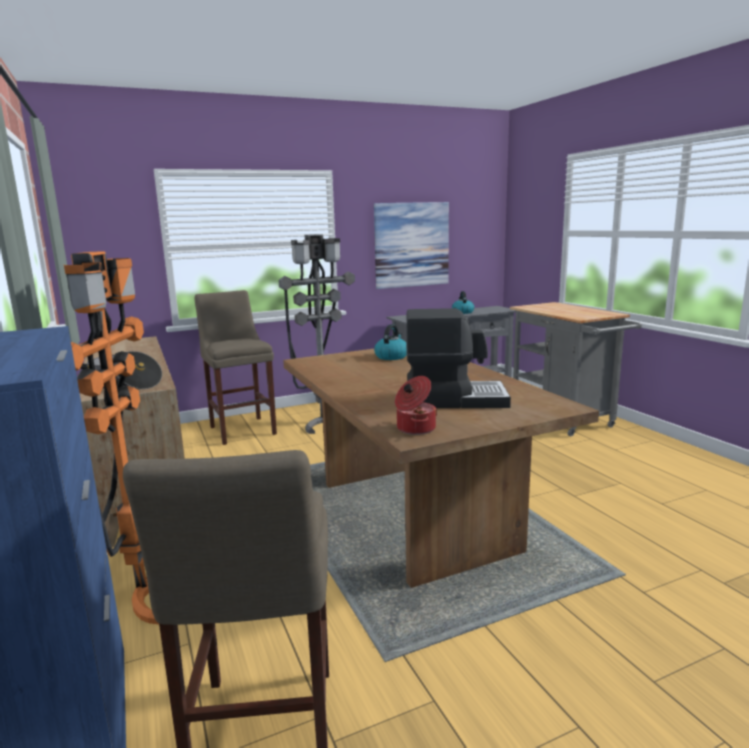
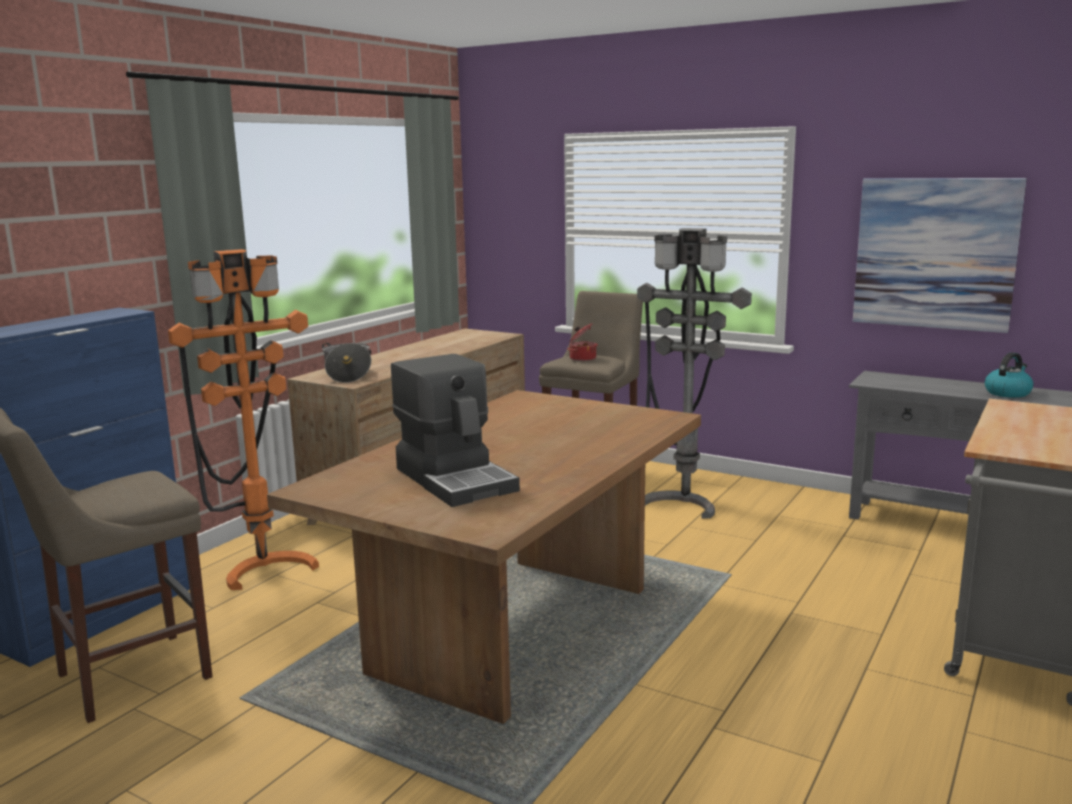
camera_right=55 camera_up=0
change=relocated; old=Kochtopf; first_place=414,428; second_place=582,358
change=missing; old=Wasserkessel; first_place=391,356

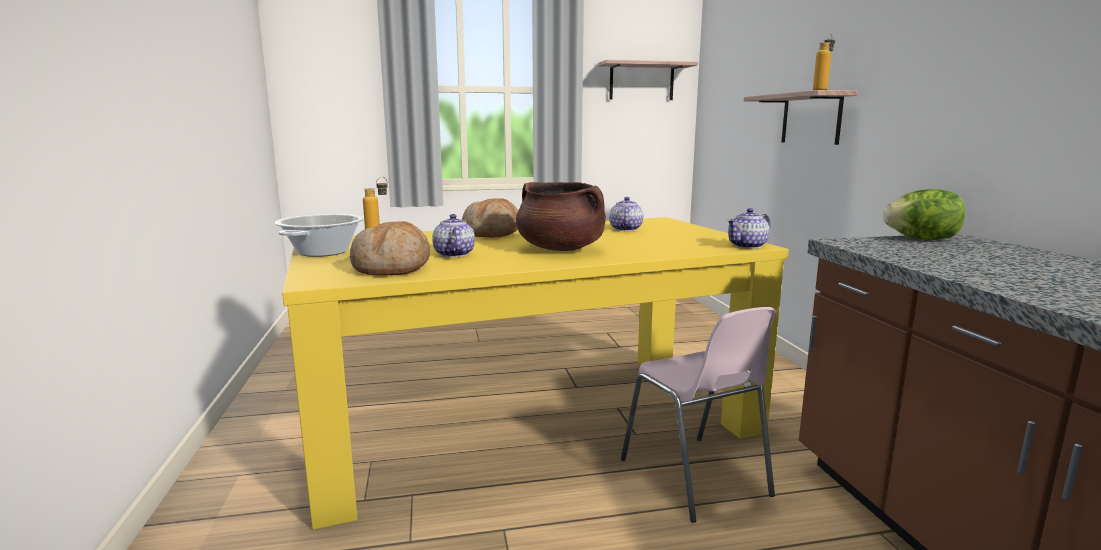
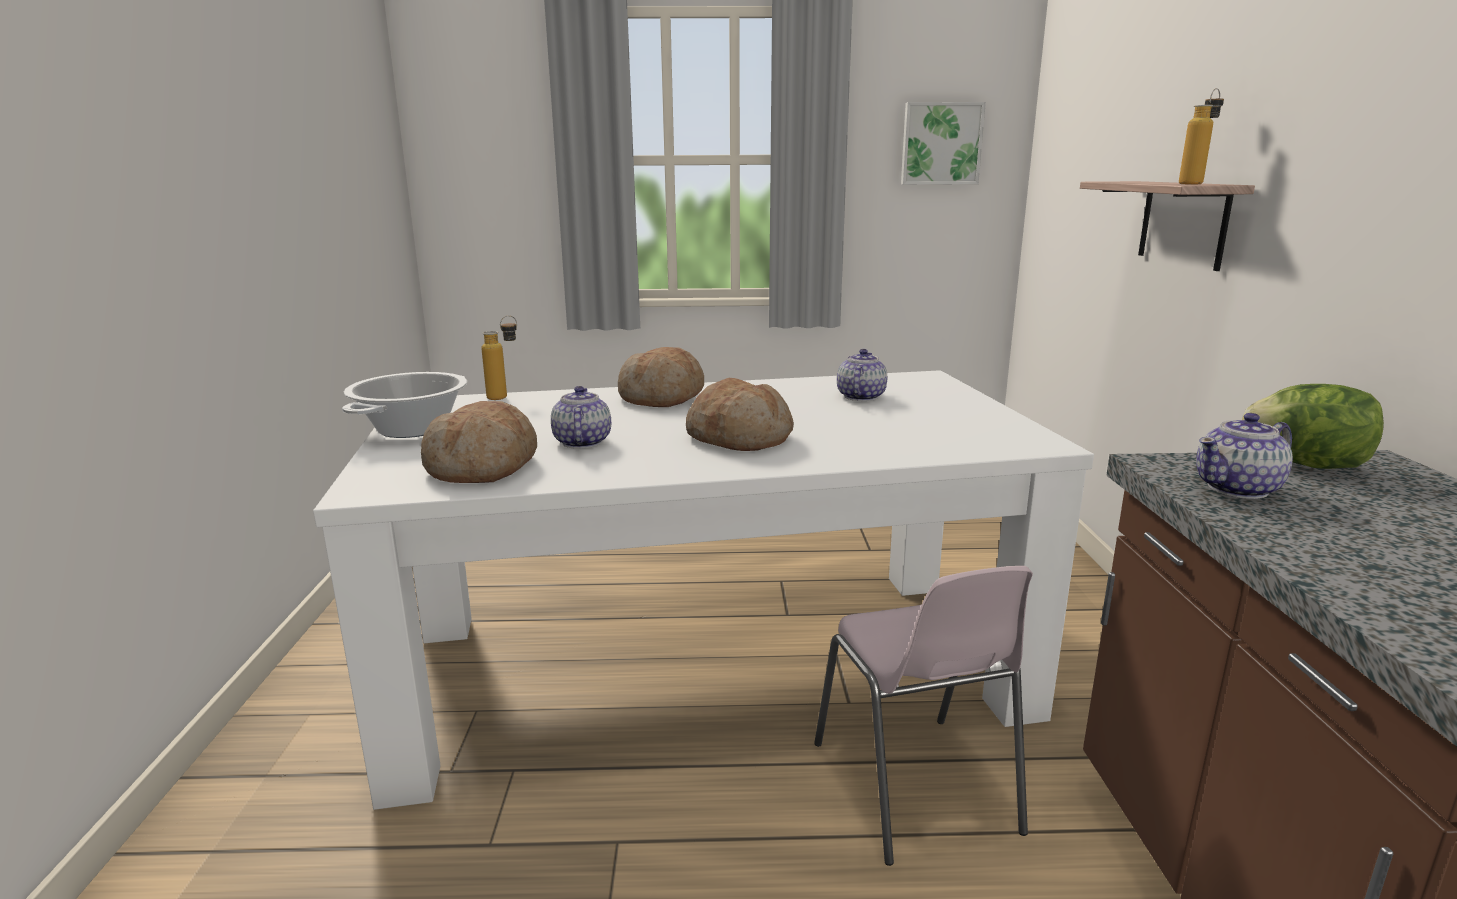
camera_right=10 camera_up=5
change=colour; old=Esstisch [gelb]; new=Esstisch [weiß]; first_place=532,421; second_place=708,667
change=exchanged; old=Kochtopf [braun]; new=Brot; first_place=561,249; second_place=739,438
change=exchanged; old=Wandregal; new=Bild; first_place=641,81; second_place=941,144
change=relocated; old=Teekanne; first_place=748,246; second_place=1238,489

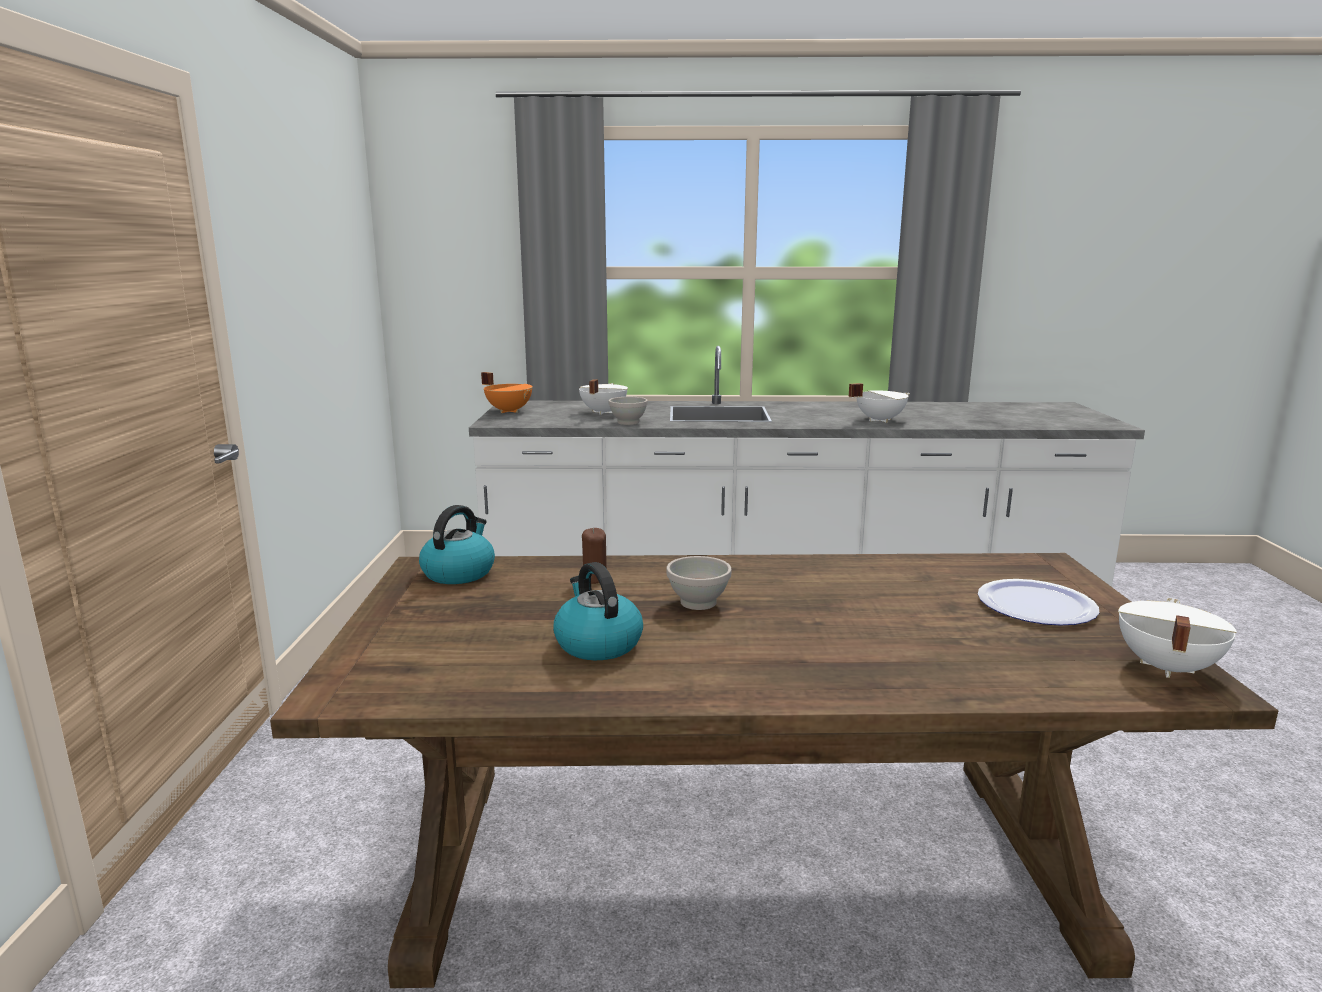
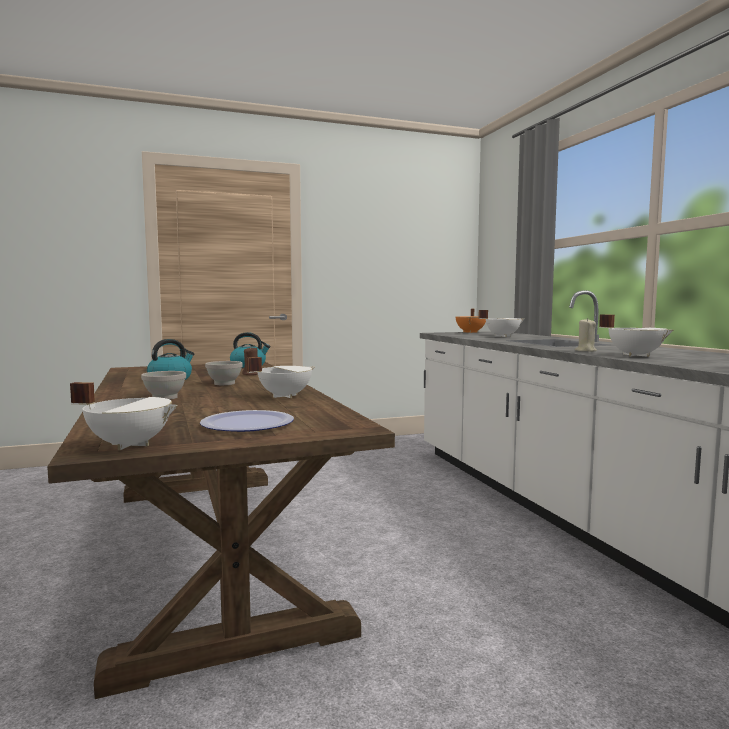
camera_right=70 camera_up=-10
change=relocated; old=Schüssel [weiß]; first_place=627,422; second_place=165,398
change=appeared; new=Kochtopf [weiß]; second_place=284,396
change=appeared; new=Kerze [beige]; second_place=585,351

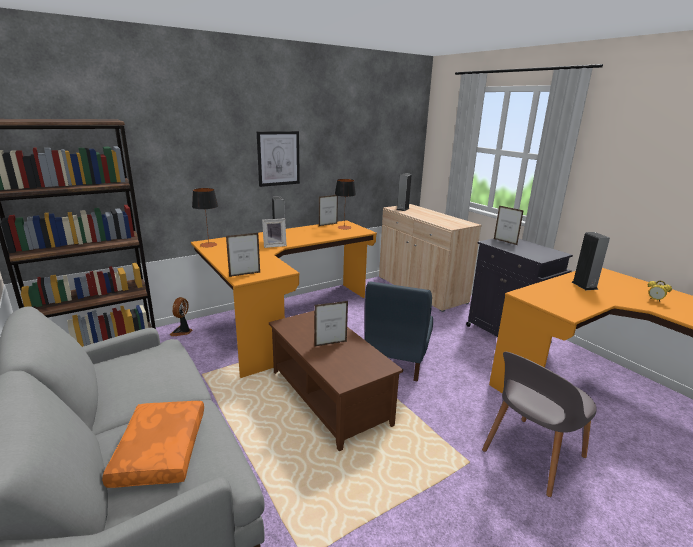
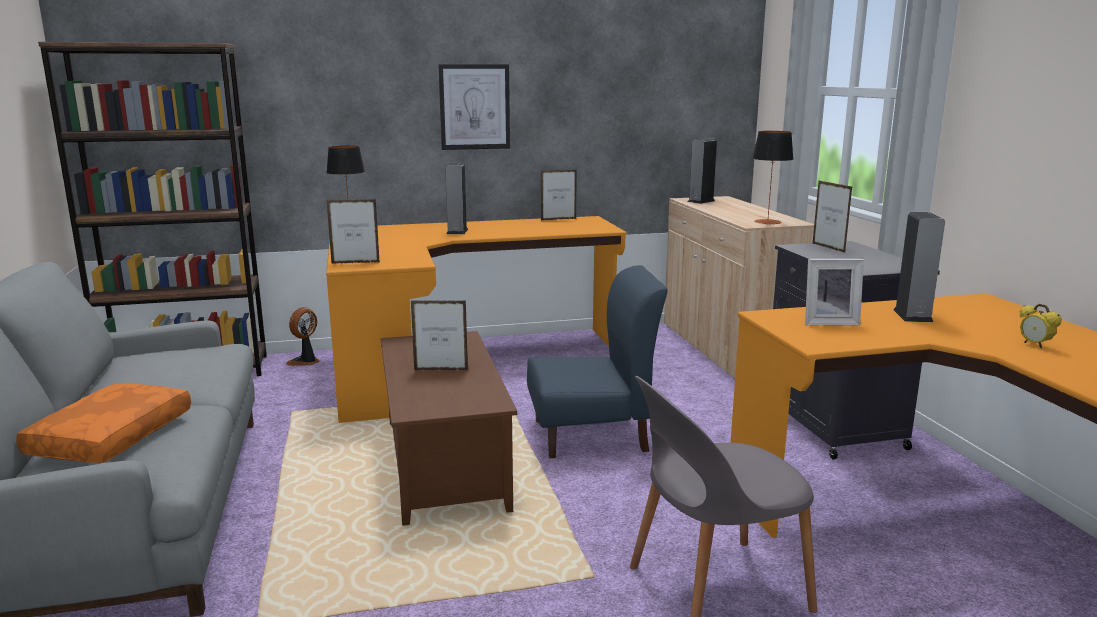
camera_right=20 camera_up=-5
change=spun; old=Stuhl [blau]; first_place=396,361; second_place=591,435; degrees=-135
change=relocated; old=Tischlampe; first_place=344,227; second_place=767,222
change=relocated; old=Bilderrahmen; first_place=274,245; second_place=829,322

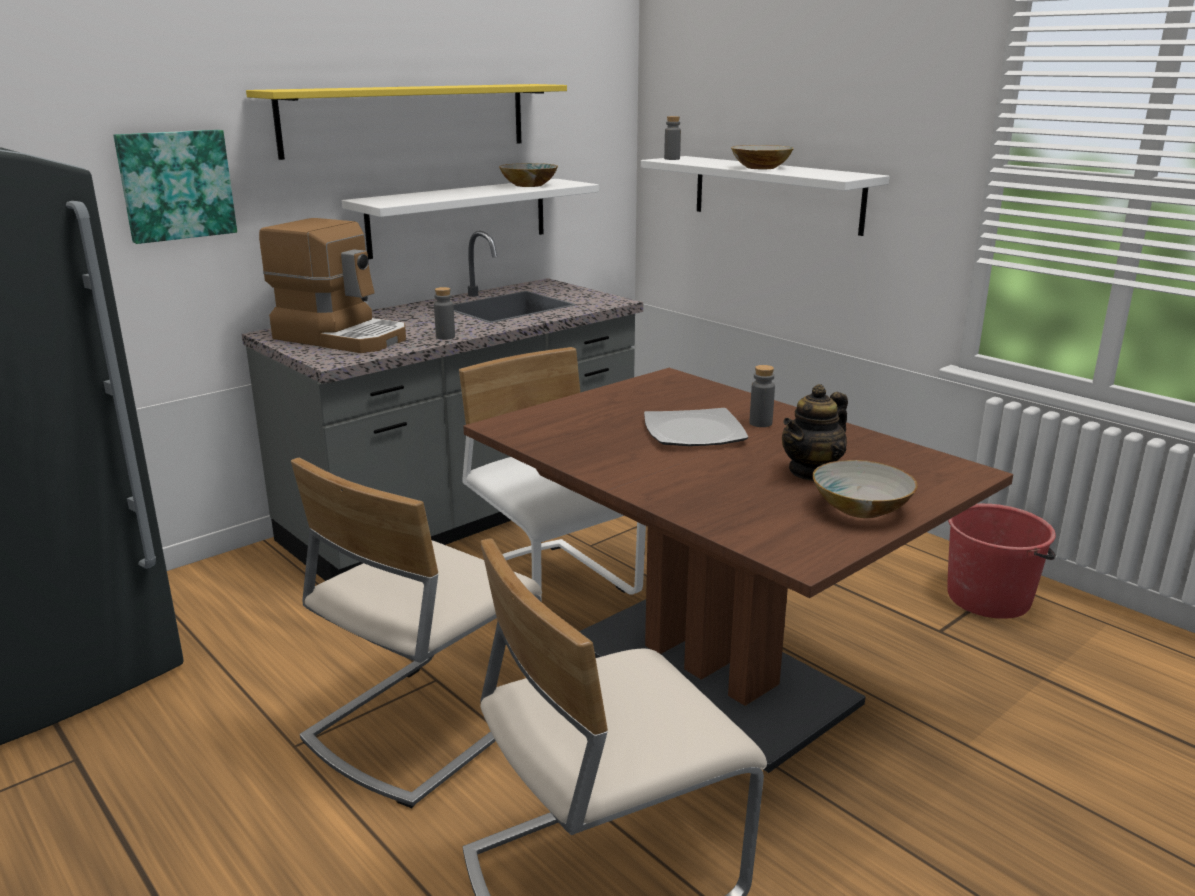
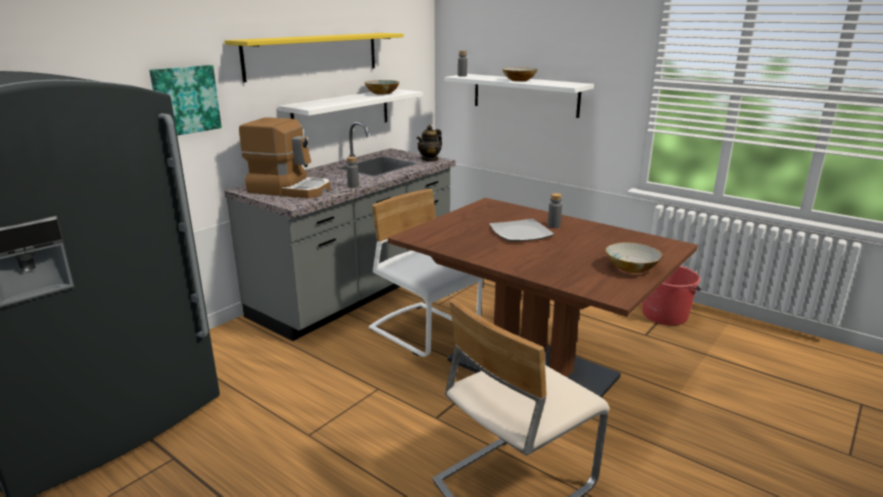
camera_right=-10 camera_up=0
change=relocated; old=Teekanne; first_place=812,472; second_place=430,159
change=missing; old=Stuhl [beige]; first_place=422,723

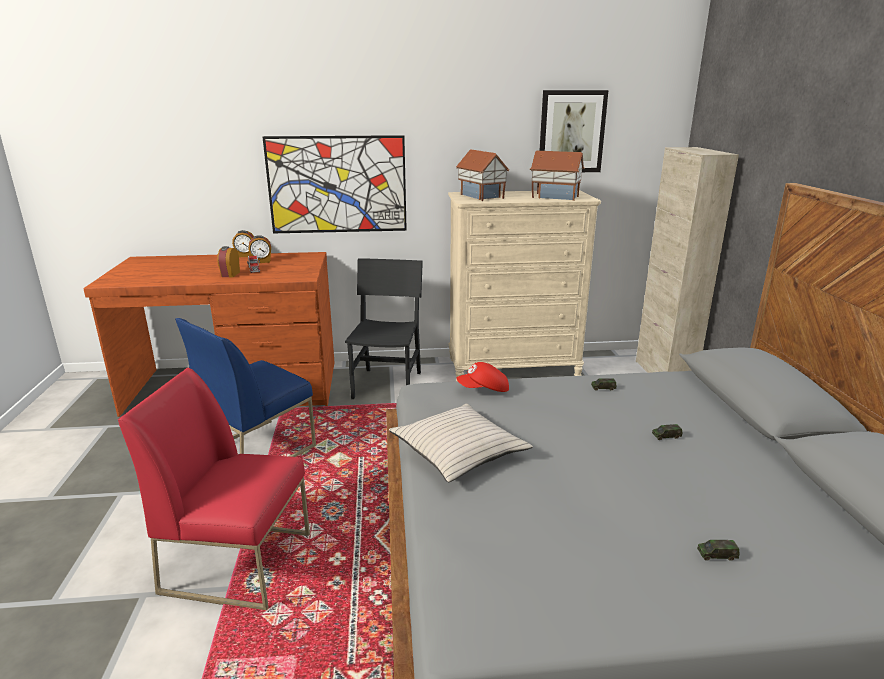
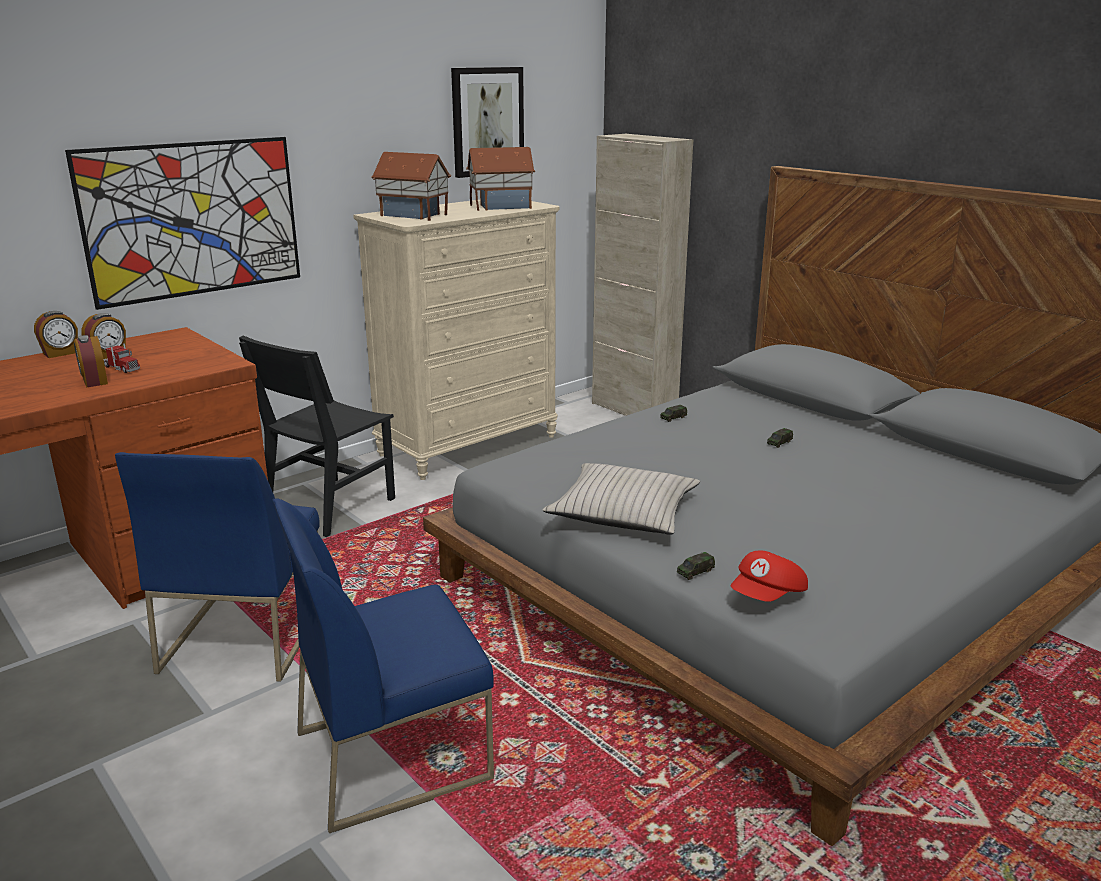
camera_right=-35 camera_up=0
change=spun; old=Stuhl [schwarz]; first_place=387,385; second_place=330,506; degrees=-120
change=colour; old=Stuhl [rot]; new=Stuhl [blau]; first_place=239,562; second_place=393,754
change=relocated; old=Spielzeugauto; first_place=717,555; second_place=695,572
change=relocated; old=Kappe [rot]; first_place=484,390; second_place=768,596

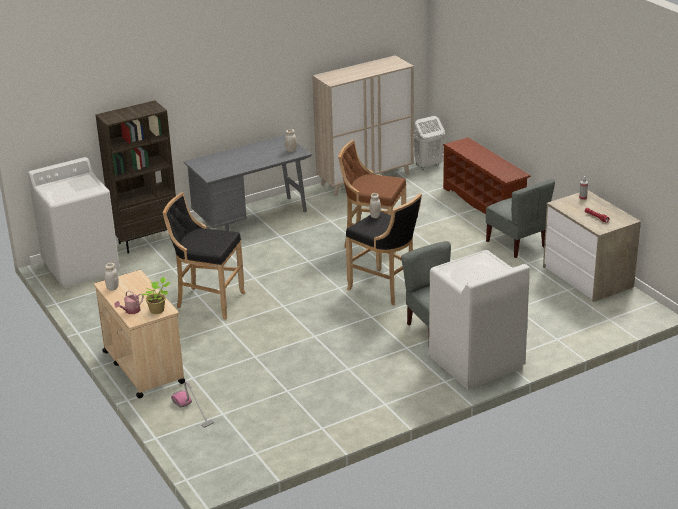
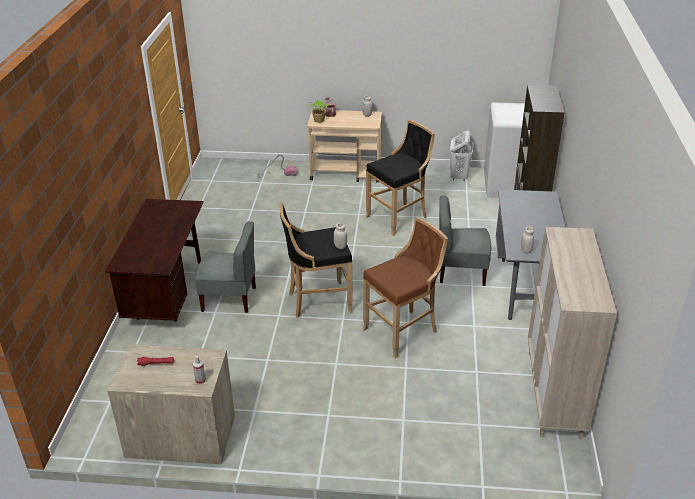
camera_right=125 camera_up=5
change=exchanged; old=Waschmaschine [weiß]; new=Schreibtisch [braun]; first_place=475,363; second_place=167,294
change=relocated; old=Stuhl [grau]; first_place=517,244; second_place=460,272
change=relocated; old=Wäschekorb [weiß]; first_place=428,165; second_place=459,176
change=missing; old=Schuhregal [braun]; first_place=484,204

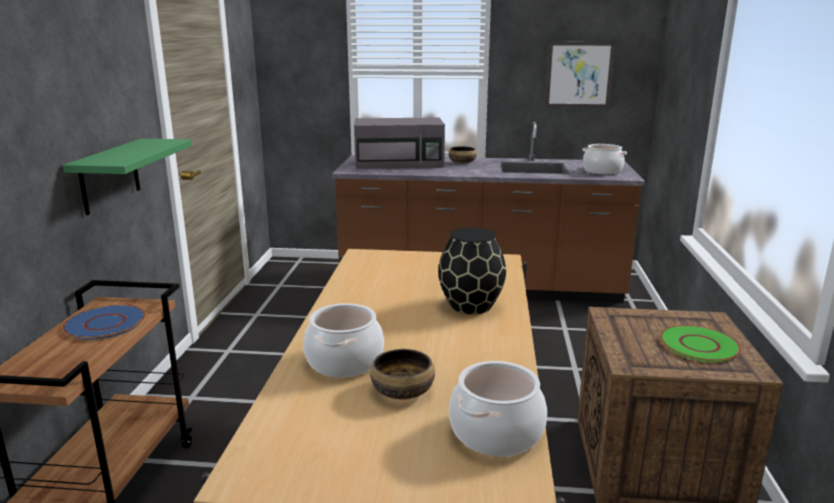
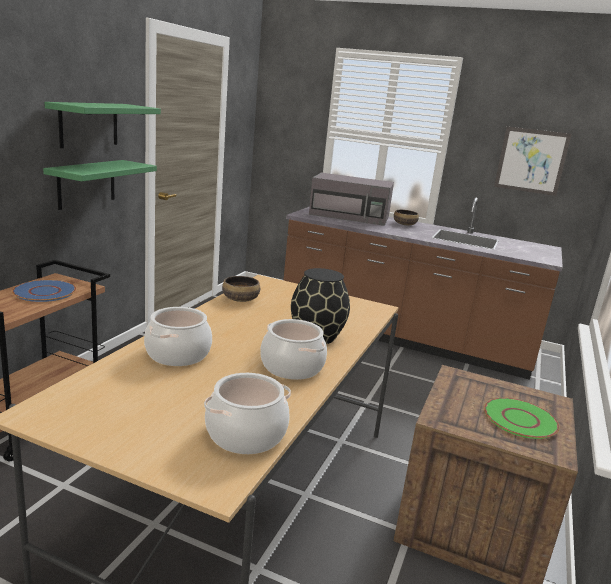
camera_right=15 camera_up=0
change=appeared; new=Wandregal [grün]; second_place=89,124
change=relocated; old=Schüssel; first_place=402,391; second_place=240,299
change=relocated; old=Kochtopf; first_place=602,171; second_place=292,367

